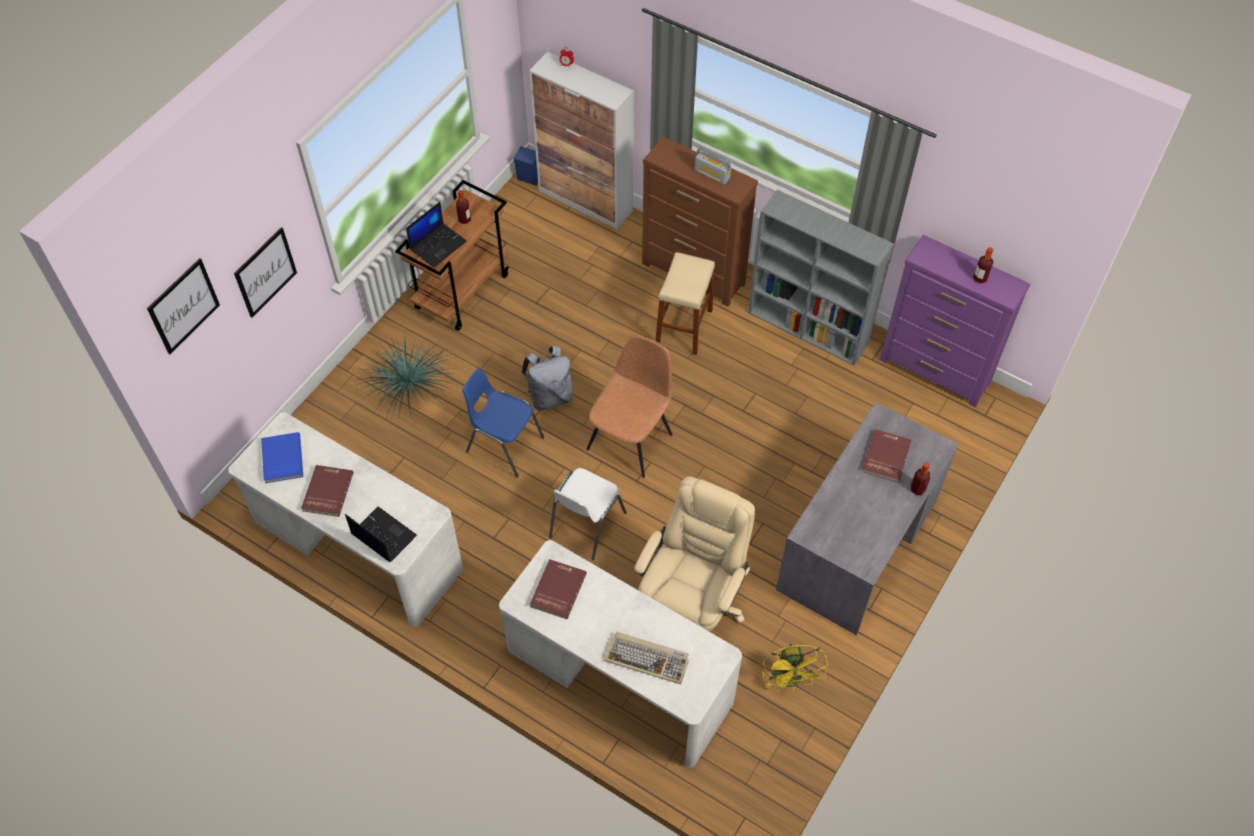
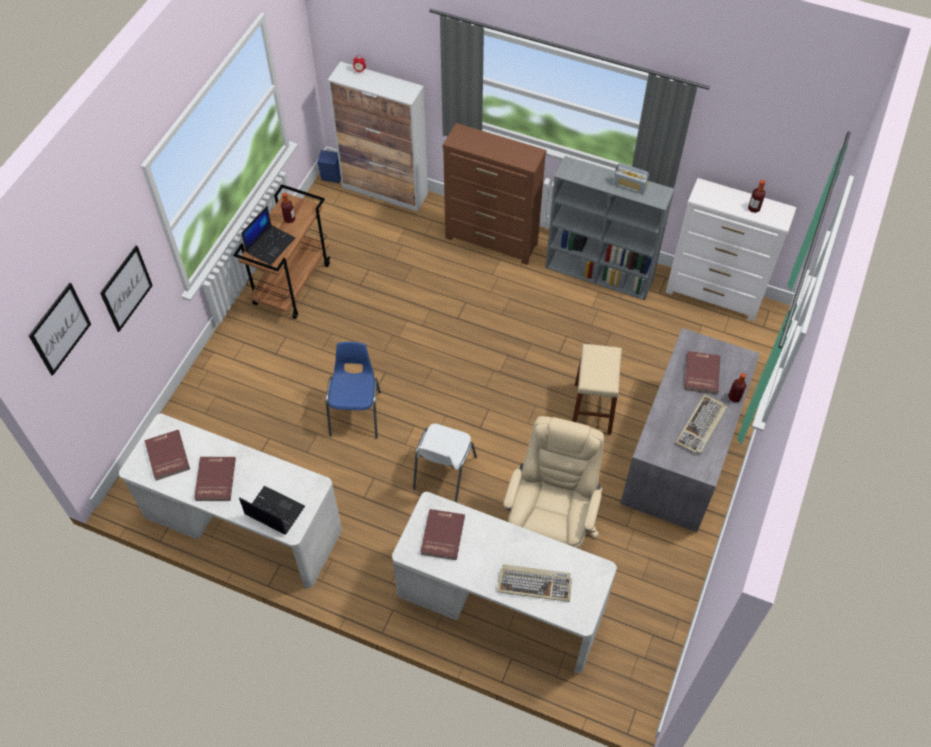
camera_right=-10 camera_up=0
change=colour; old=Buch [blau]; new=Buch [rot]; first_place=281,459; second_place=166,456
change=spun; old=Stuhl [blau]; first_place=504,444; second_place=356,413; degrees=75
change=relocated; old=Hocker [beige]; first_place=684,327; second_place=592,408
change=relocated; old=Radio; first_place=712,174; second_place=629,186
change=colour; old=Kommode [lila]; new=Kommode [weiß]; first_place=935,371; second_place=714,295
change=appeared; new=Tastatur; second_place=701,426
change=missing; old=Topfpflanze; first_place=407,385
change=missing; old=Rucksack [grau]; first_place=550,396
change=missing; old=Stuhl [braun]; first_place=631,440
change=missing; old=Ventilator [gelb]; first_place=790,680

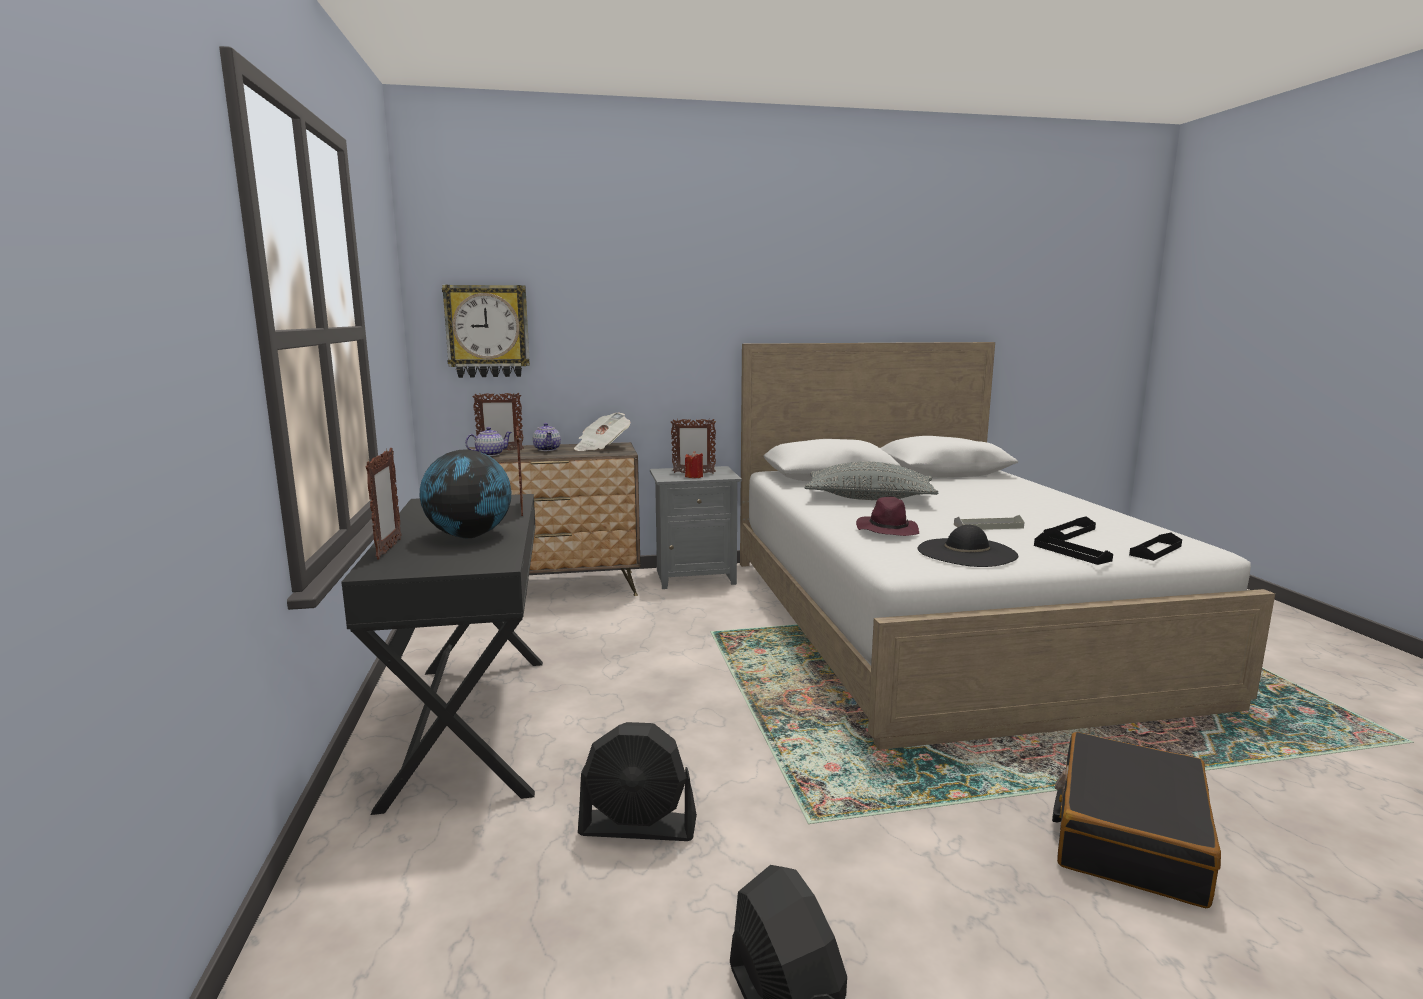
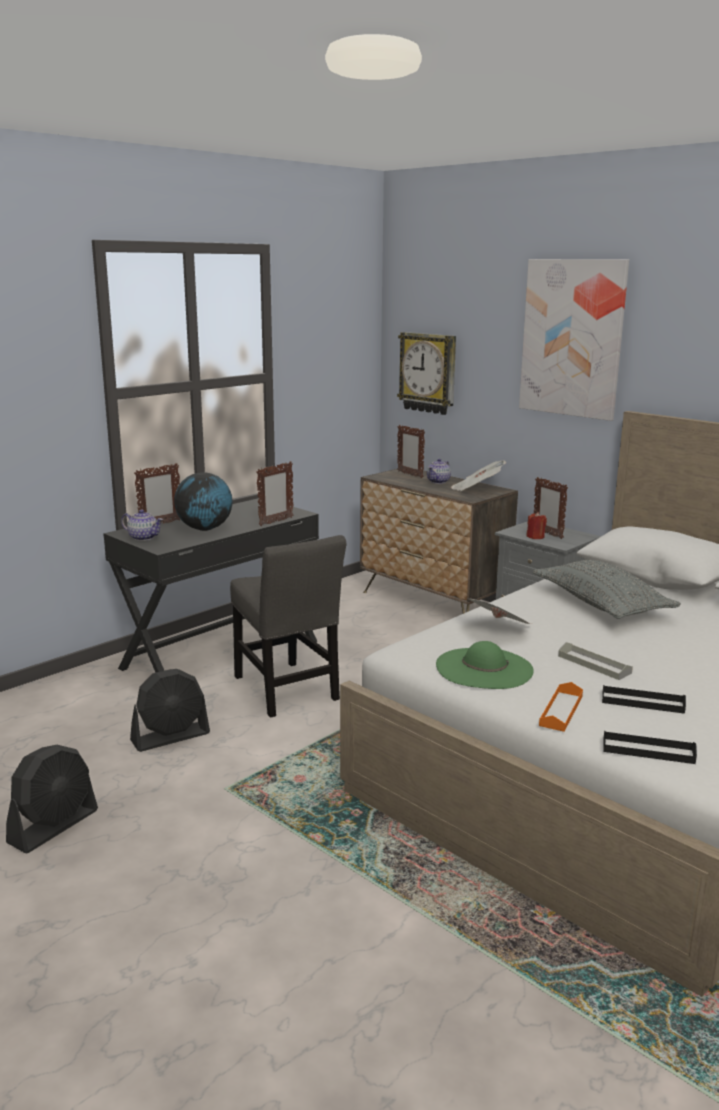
camera_right=55 camera_up=5
change=relocated; old=Teekanne; first_place=489,454; second_place=143,537
change=spun; old=Ventilator [schwarz]; first_place=638,826; second_place=171,737; degrees=-90
change=appeared; new=Stuhl [grau]; second_place=287,691
change=colour; old=Hut [schwarz]; new=Hut [grün]; first_place=966,552; second_place=484,668
change=exchanged; old=Hut [lila]; new=Zeitung; first_place=887,531; second_place=499,630
change=appeared; new=Bild; second_place=572,338
change=colour; old=Tablett [schwarz]; new=Tablett [orange]; first_place=1071,553; second_place=561,710
change=missing; old=Koffer [schwarz]; first_place=1128,836

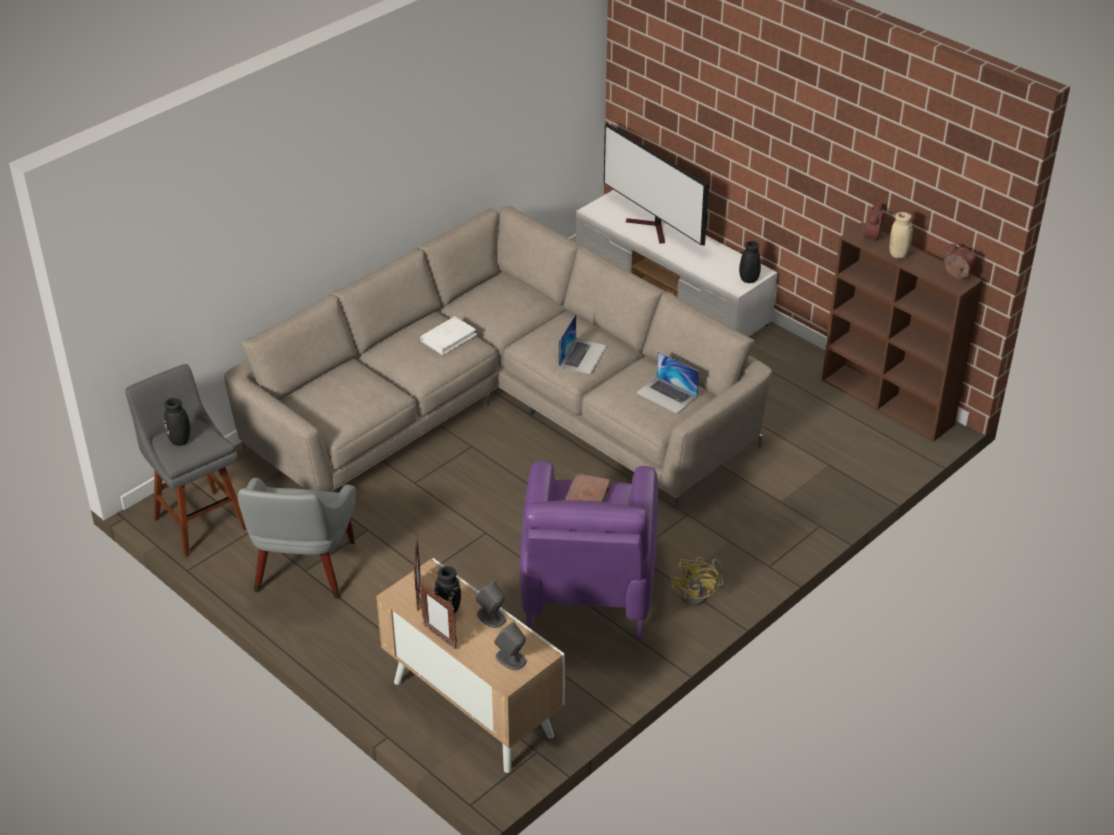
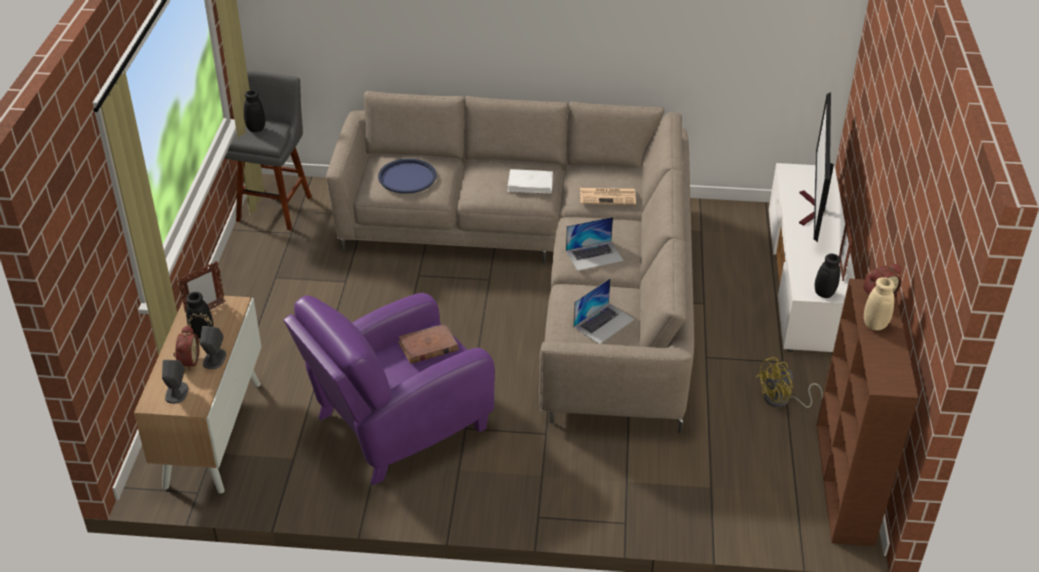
camera_right=50 camera_up=0
change=relocated; old=Wecker; first_place=956,276; second_place=187,361
change=appeared; new=Tablett [blau]; second_place=407,177
change=spun; old=Laptop; first_place=667,395; second_place=604,323; degrees=-135
change=appeared; new=Zeitung; second_place=608,196
change=relocated; old=Ventilator [gelb]; first_place=699,594; second_place=782,401
change=relocated; old=Bilderrahmen; first_place=439,637; second_place=841,269
change=missing; old=Sessel [grau]; first_place=303,572

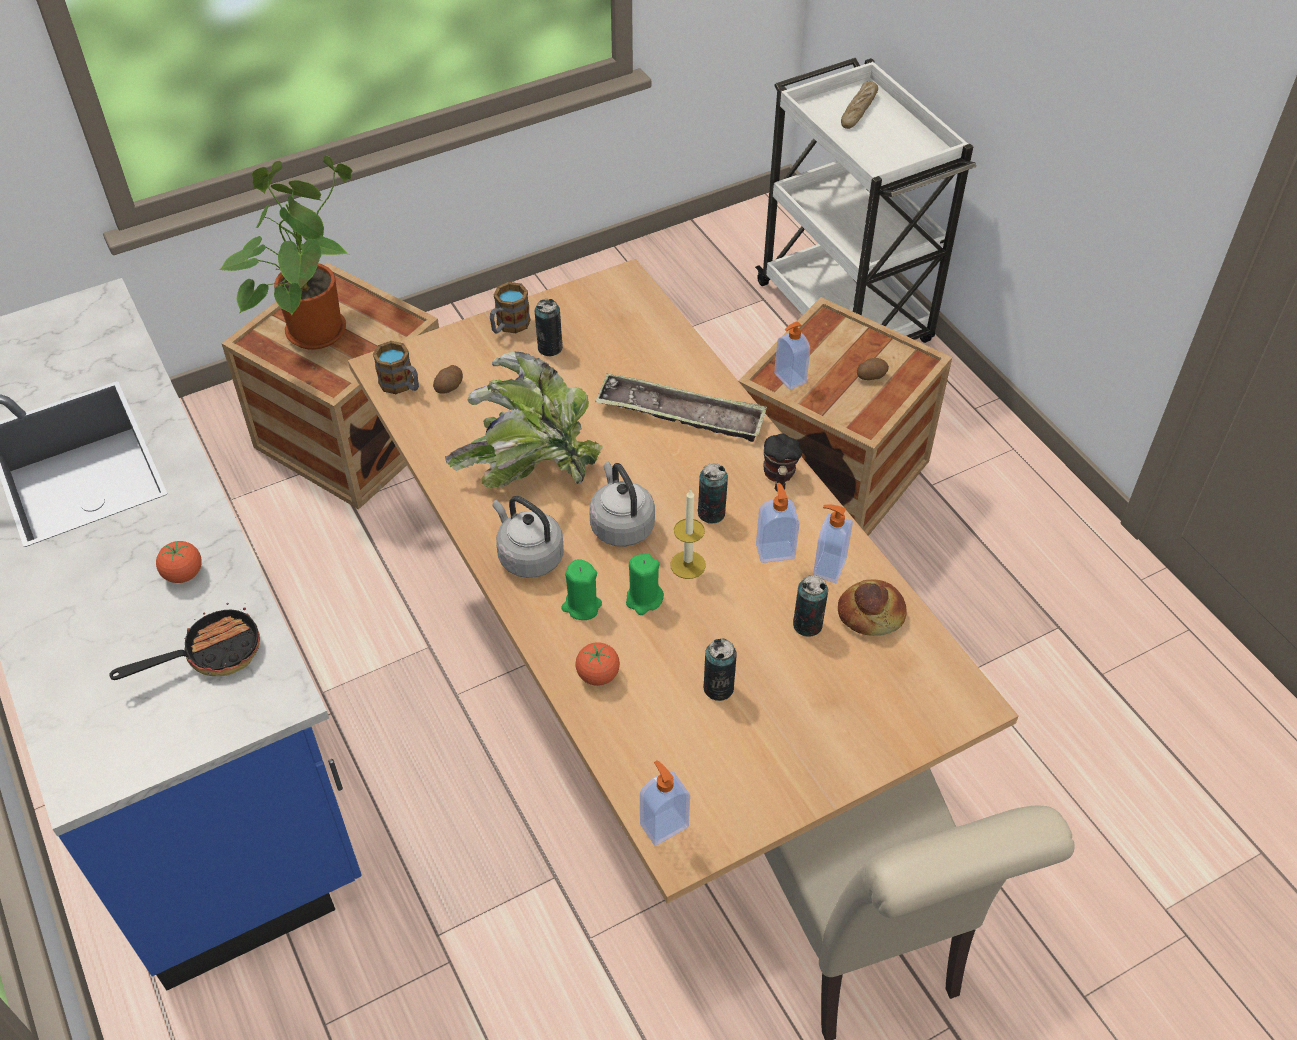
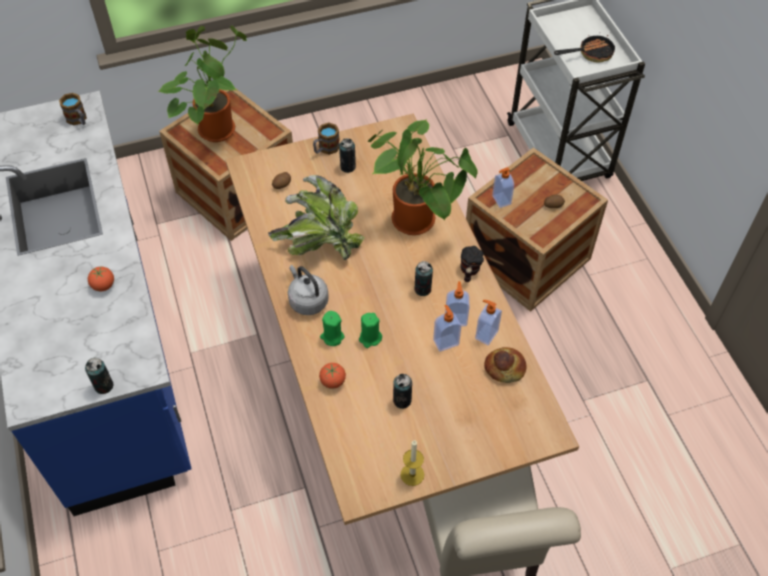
camera_right=10 camera_up=5
change=relocated; old=Henkelbecher; first_place=401,385; second_place=78,120
change=relocated; old=Dose; first_place=807,625; second_place=104,386
change=exchanged; old=Tablett; new=Topfpflanze; first_place=681,414; second_place=418,222
change=relocated; old=Kerze; first_place=688,565; second_place=412,474
change=relocated; old=Seifenspender; first_place=663,824; second_place=445,342
change=relocated; old=Pfanne; first_place=211,654; second_place=590,54
change=missing; old=Wasserkessel [grau]; first_place=621,525
change=missing; old=Brot; first_place=859,110

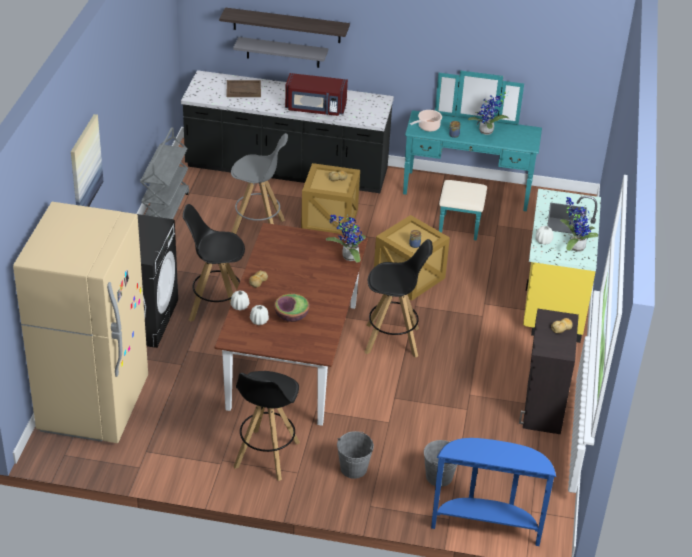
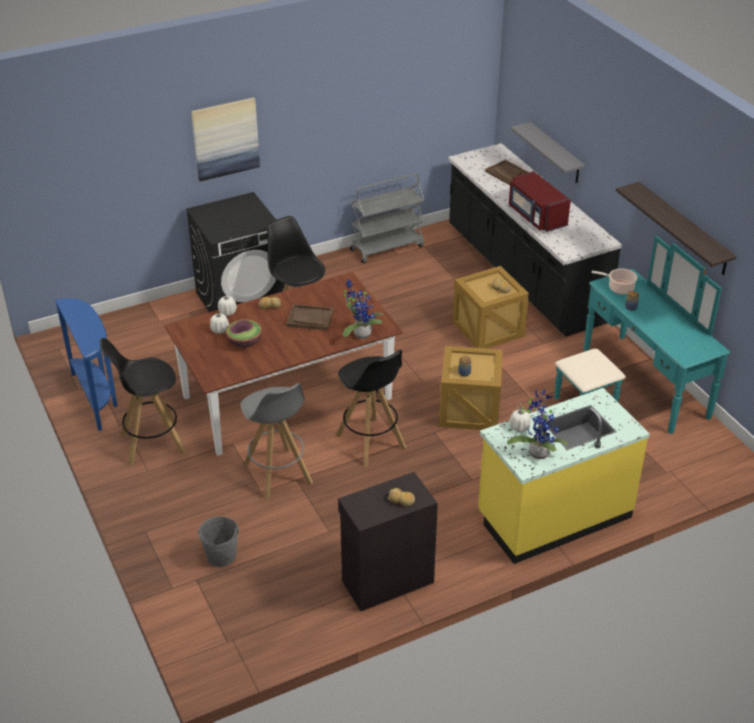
camera_right=55 camera_up=0
change=relocated; old=Konsolentisch [blau]; first_place=486,526; second_place=97,398
change=relocated; old=Hocker [grau]; first_place=258,228; second_place=278,474
change=appeared; new=Tablett [braun]; second_place=309,318
change=relocated; old=Wandregal; first_place=287,25; second_place=683,229
change=missing; old=Kühlschrank [beige]; first_place=94,405
change=missing; old=Eimer [grau]; first_place=353,468
change=missing; old=Topfpflanze; first_place=487,132

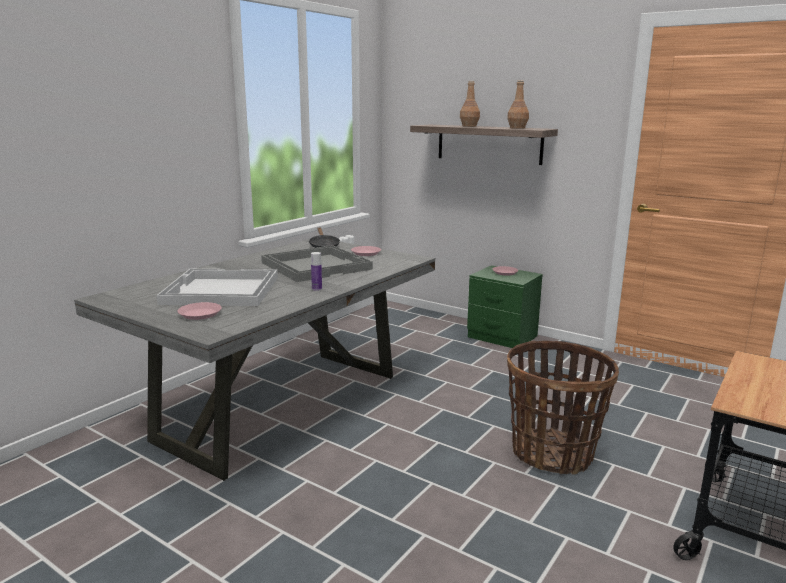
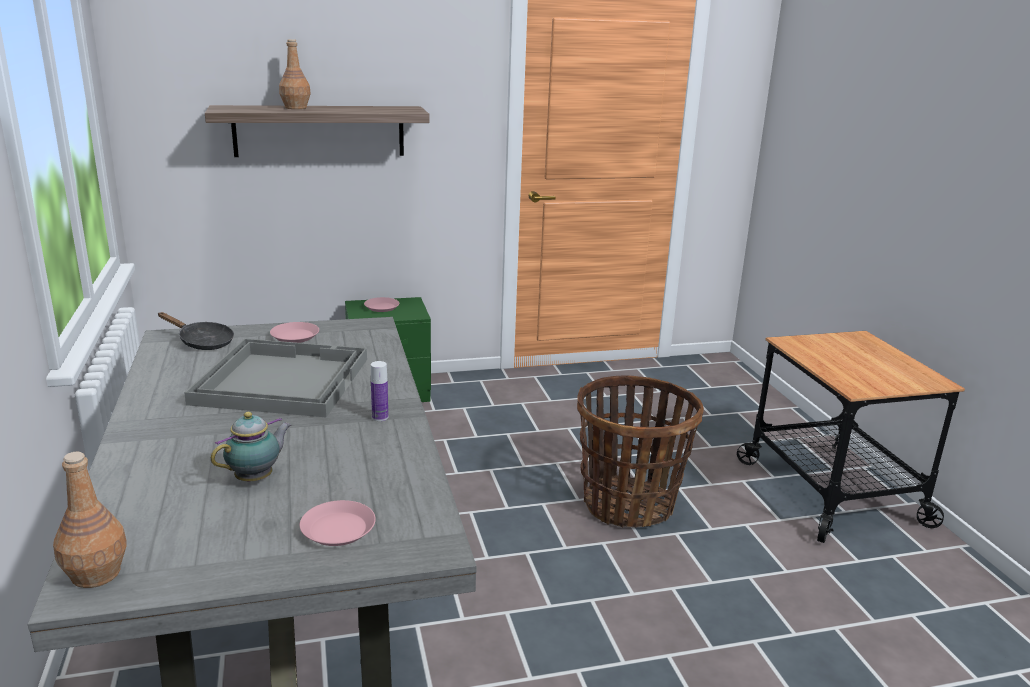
camera_right=-50 camera_up=5
change=relocated; old=Flasche [braun]; first_place=517,128; second_place=97,574
change=exchanged; old=Tablett [weiß]; new=Teekanne; first_place=220,290; second_place=257,478

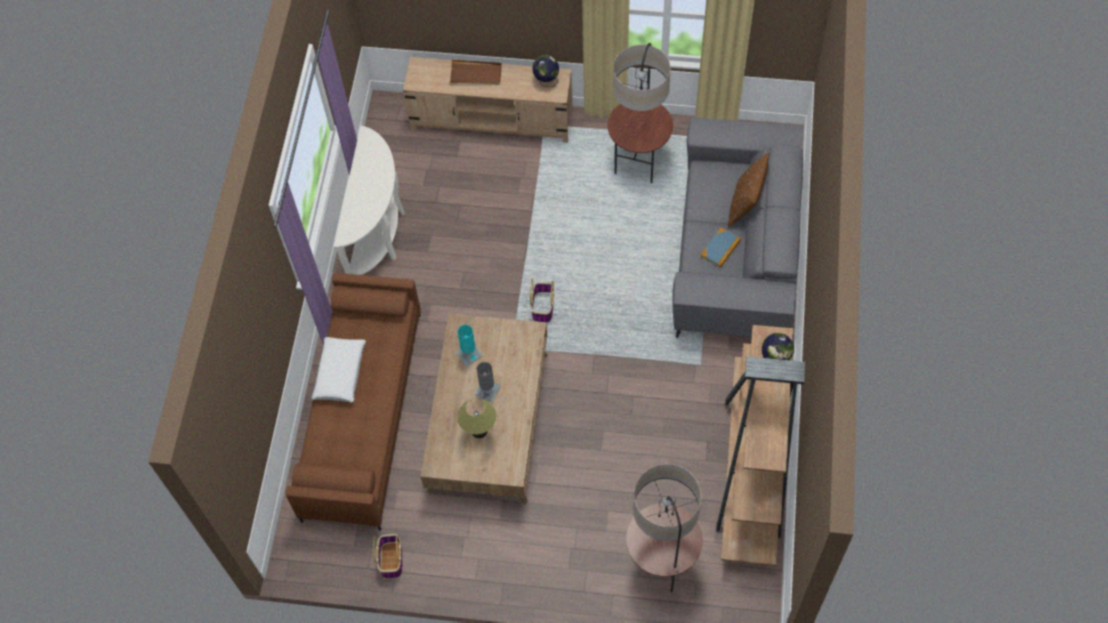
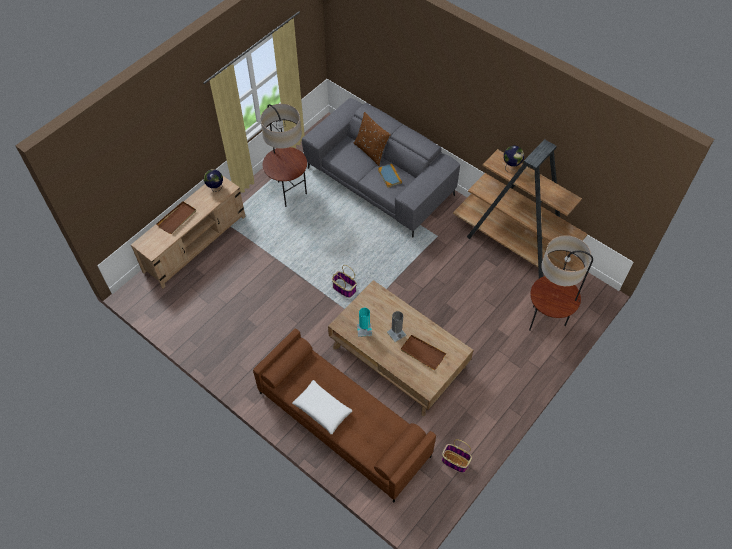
camera_right=-60 camera_up=-5
change=exchanged; old=Tischlampe; new=Tablett [braun]; first_place=480,433; second_place=422,353
change=missing; old=Konsolentisch [weiß]; first_place=379,234

